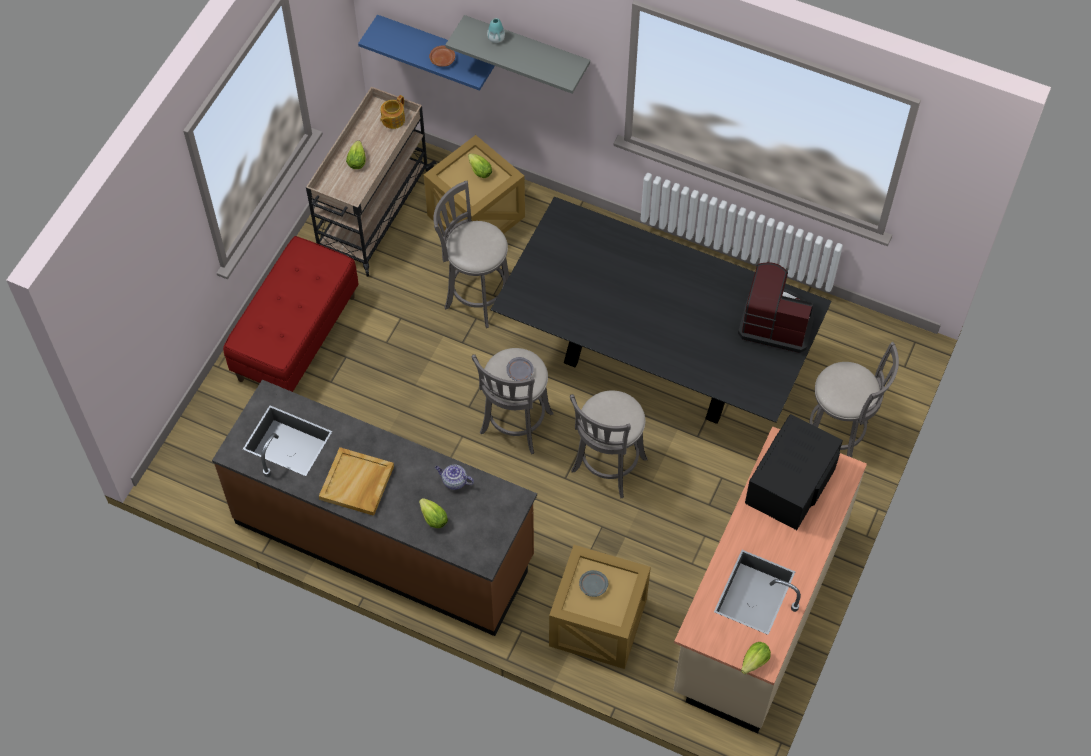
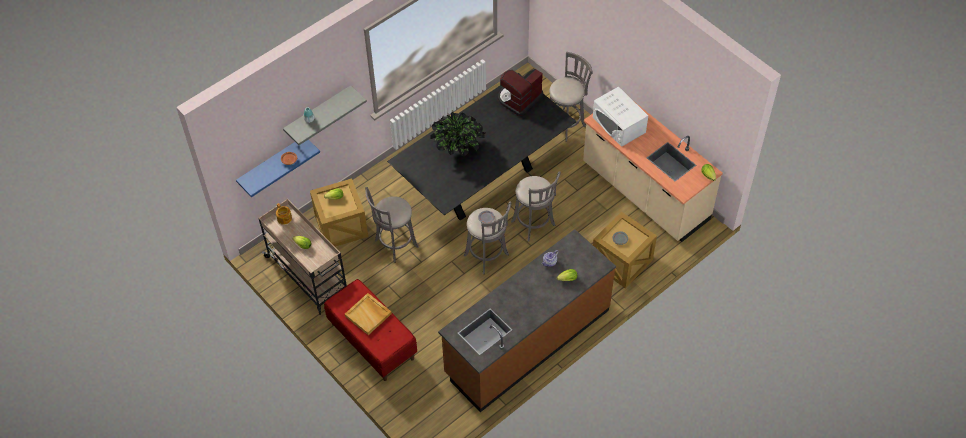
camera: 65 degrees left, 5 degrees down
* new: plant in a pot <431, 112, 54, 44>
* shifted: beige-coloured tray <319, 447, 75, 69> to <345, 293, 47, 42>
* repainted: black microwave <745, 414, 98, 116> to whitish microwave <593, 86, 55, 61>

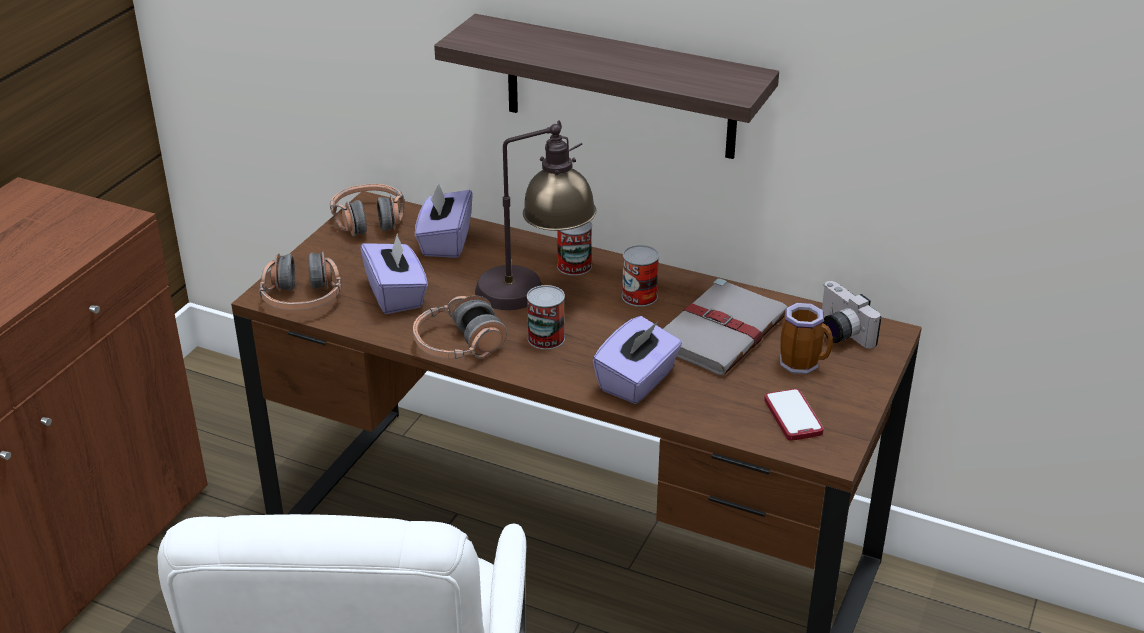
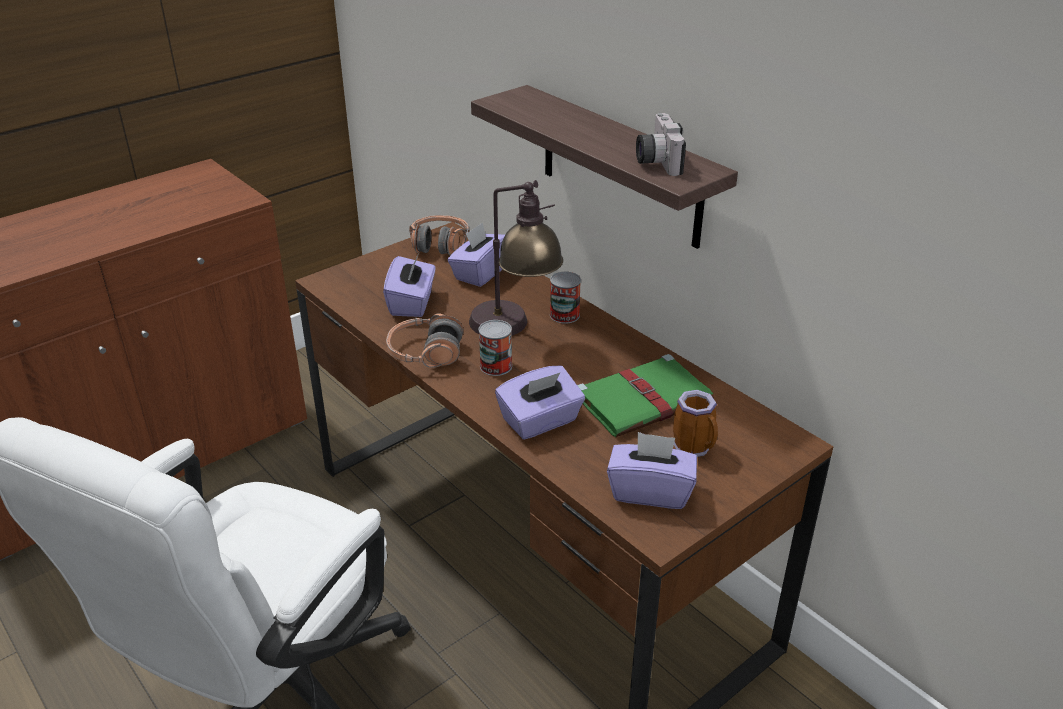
camera: 25 degrees right, 0 degrees up
* gone: headset <259, 251, 83, 59>
* gone: can <622, 245, 37, 62>
* shifted: photo camera <822, 281, 60, 68> to <636, 113, 50, 63>
* swapped: telephone <764, 389, 60, 52> to purple tissue holder <607, 432, 90, 77>
* repainted: gray book <663, 278, 125, 97> to greenish book <577, 354, 137, 83>

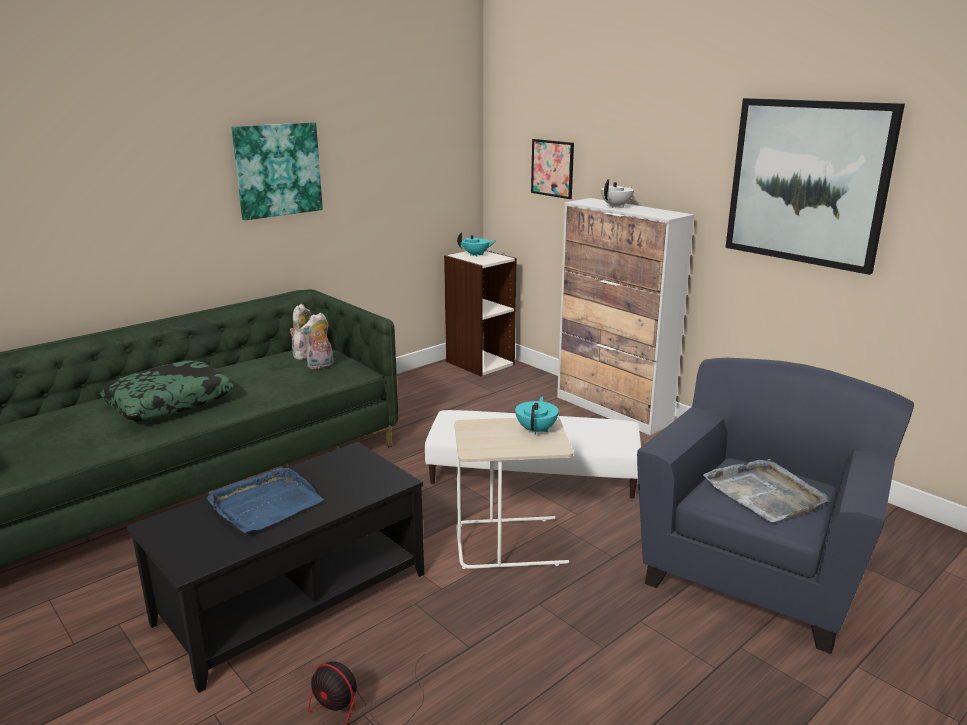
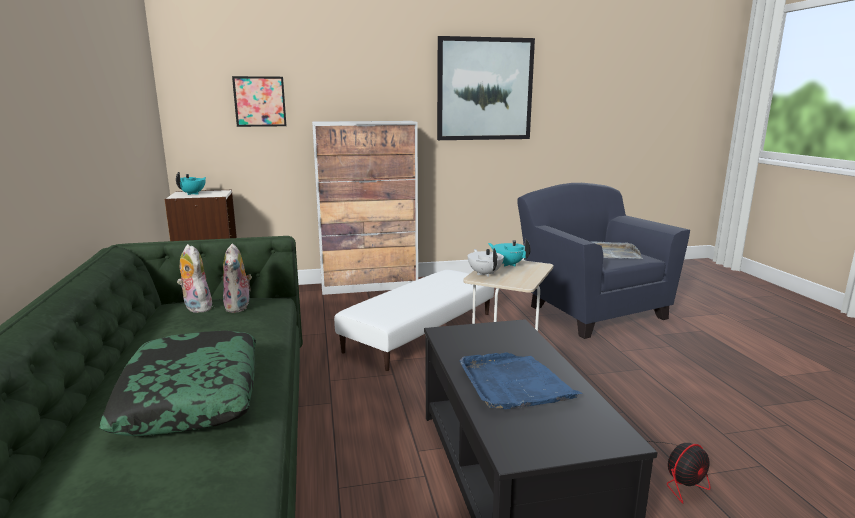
camera: 60 degrees left, 5 degrees down
* gone: picture <232, 122, 91, 98>
* shifted: whitish teapot <601, 179, 33, 29> to <468, 248, 36, 29>

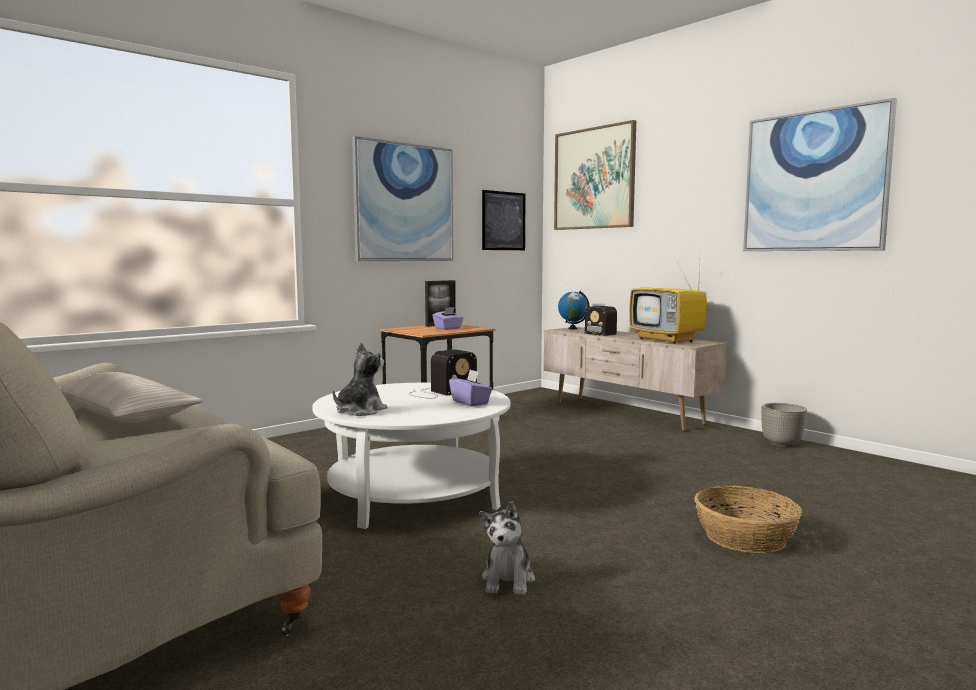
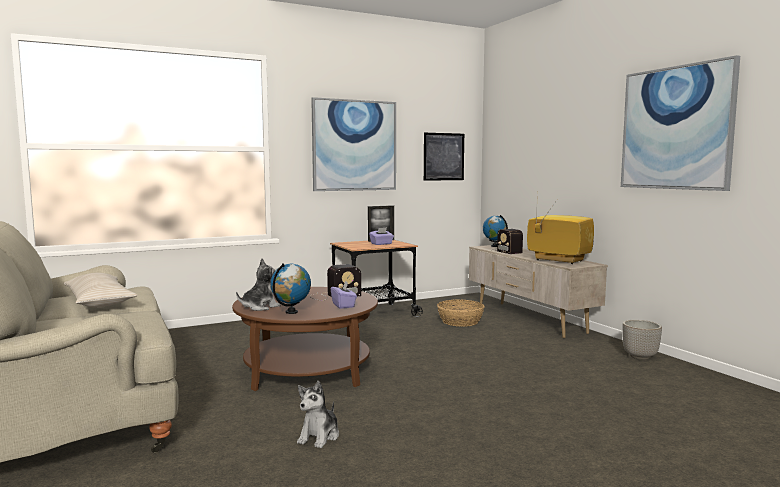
camera: 15 degrees right, 0 degrees up
* gone: picture <554, 120, 82, 110>
* new: desk globe <271, 263, 40, 51>
* shifted: household basket <694, 485, 108, 69> to <437, 299, 48, 28>
* repainted: whitish coffee table <312, 383, 199, 146> to brown coffee table <232, 287, 146, 104>
* rotated: TV set <629, 264, 78, 80> = <527, 187, 67, 77> 150 degrees clockwise

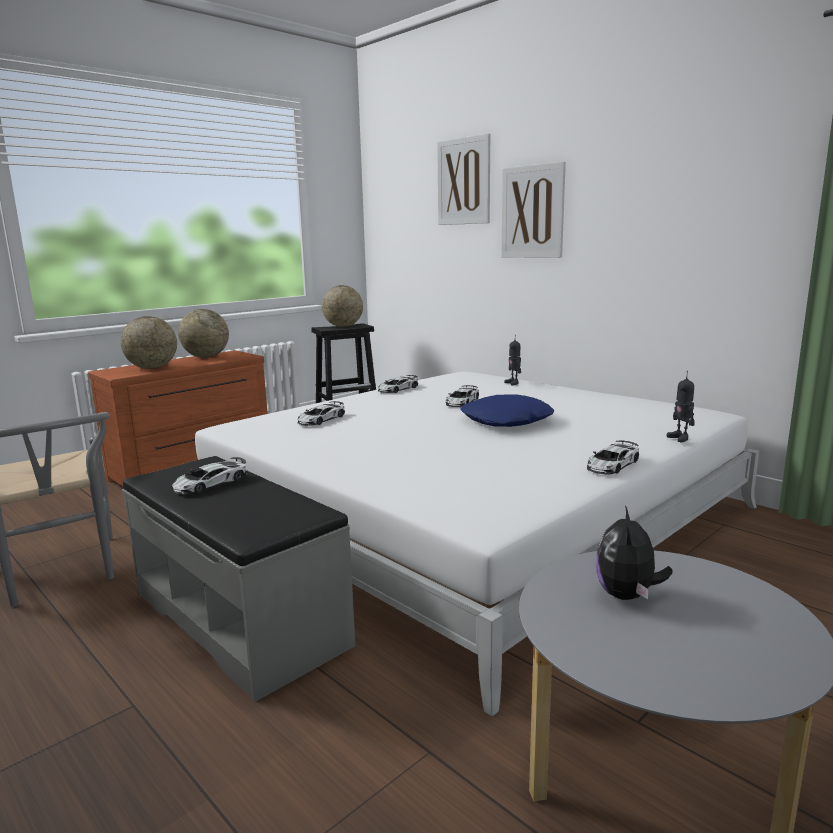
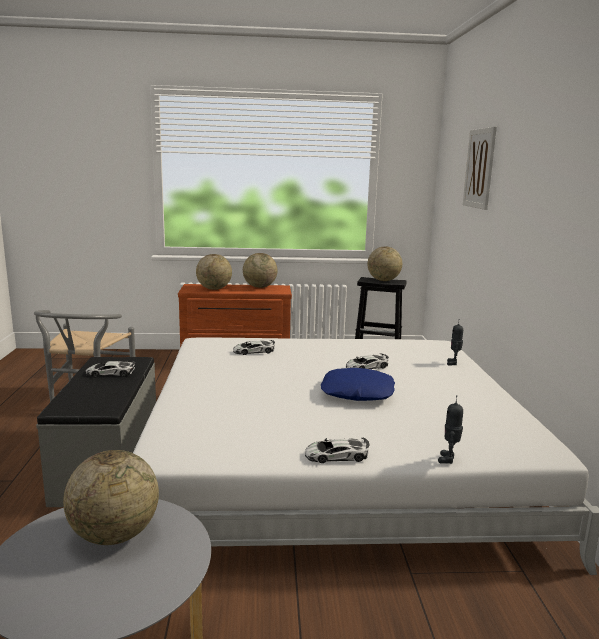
camera: 40 degrees right, 0 degrees up
* gone: model car <378, 375, 40, 18>
* gone: picture <502, 162, 64, 96>
* swapped: plush toy <595, 505, 78, 95> to desk globe <63, 450, 96, 95>

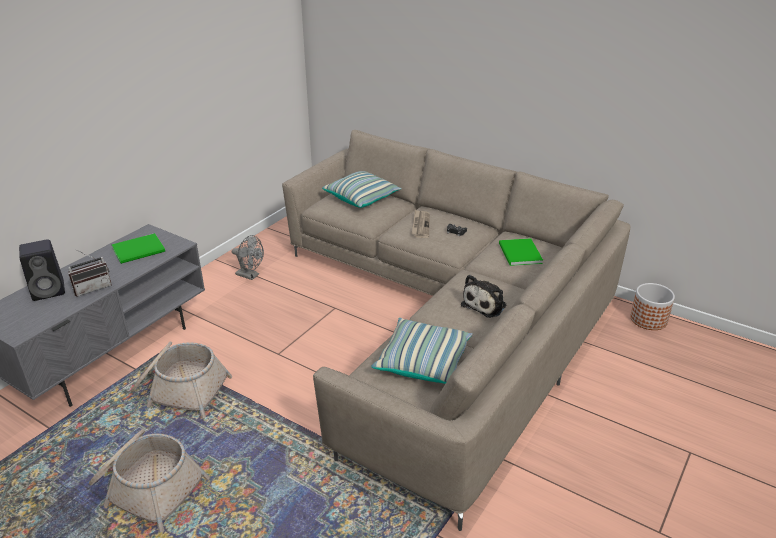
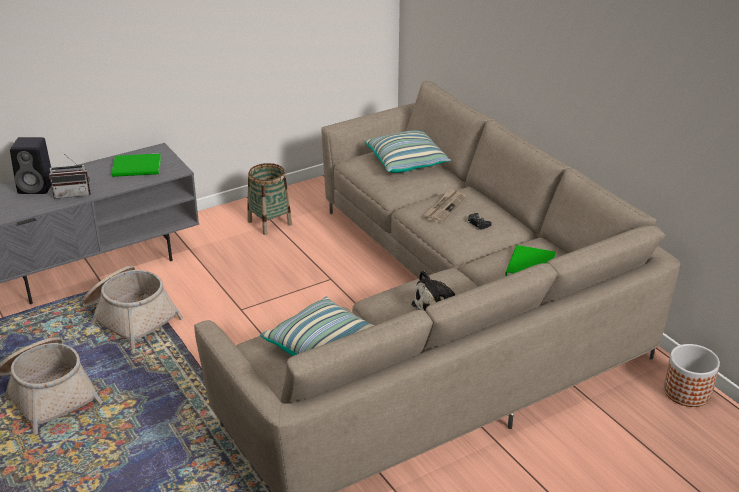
camera: 25 degrees right, 0 degrees up
* swapped: gray electric fan <232, 235, 32, 45> to household basket <247, 163, 45, 72>

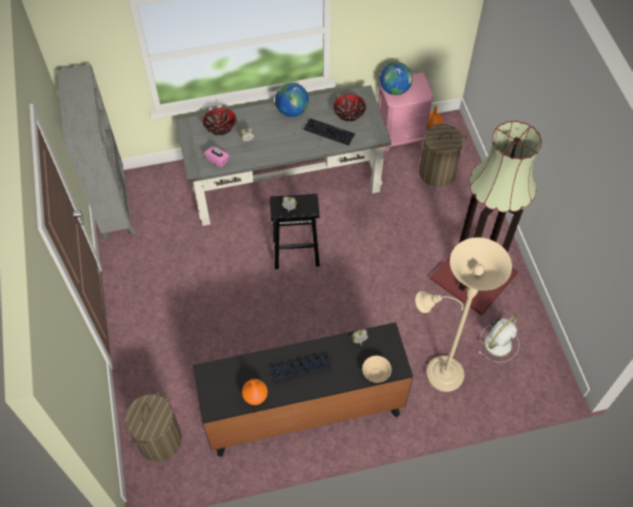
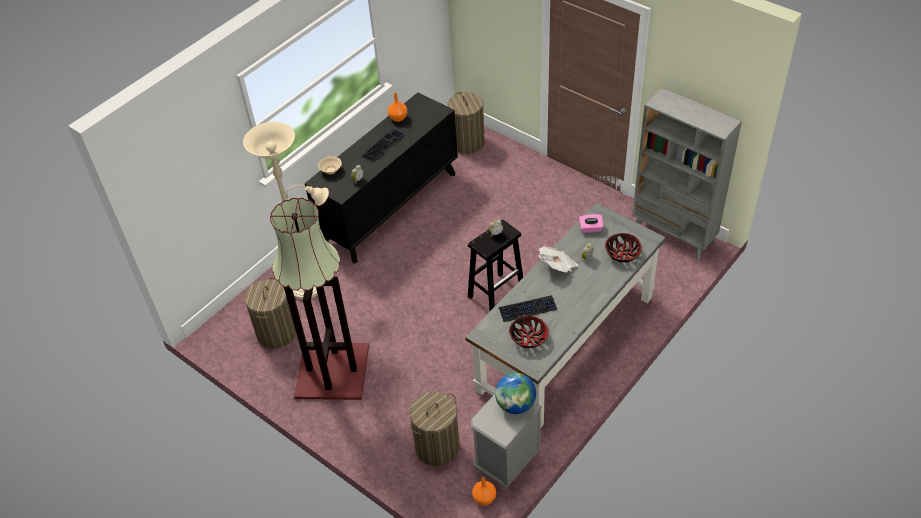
camera: 145 degrees right, 10 degrees down
* gone: desk globe <275, 83, 34, 34>
* new: daily paper <539, 246, 39, 27>
* swapped: whitish electric fan <479, 315, 40, 47> to laundry basket <244, 277, 52, 72>
* repainted: pinkish bedside table <378, 72, 56, 80> to gray bedside table <470, 394, 72, 97>

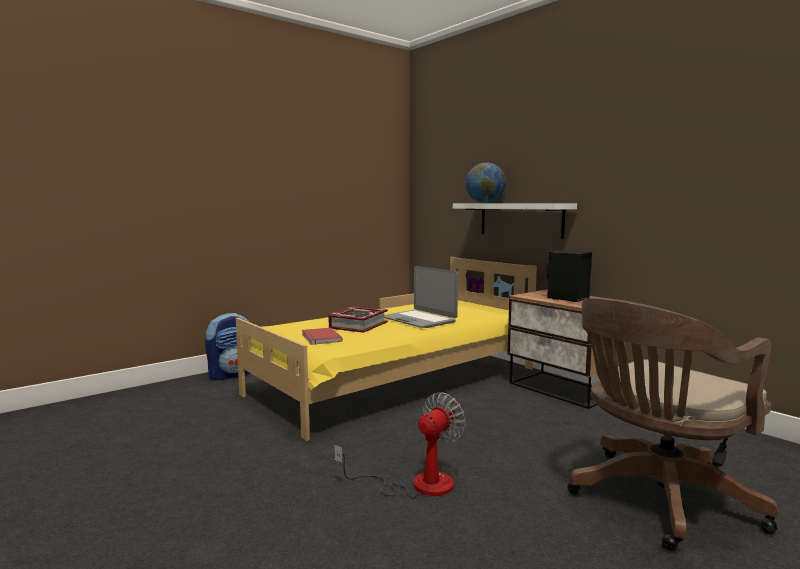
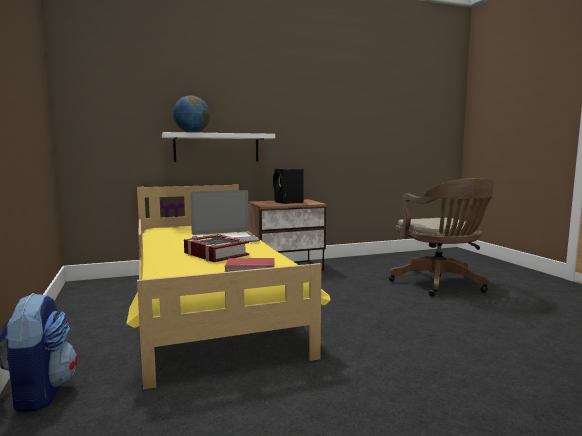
camera: 70 degrees left, 0 degrees up
* gone: electric fan <334, 392, 132, 105>

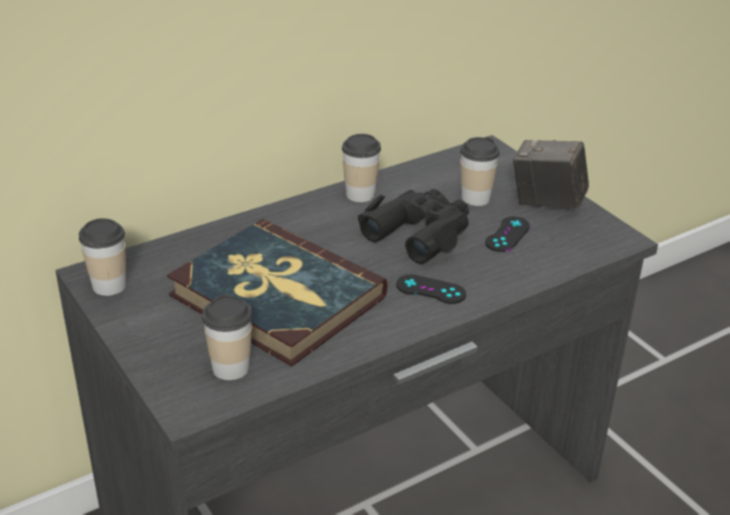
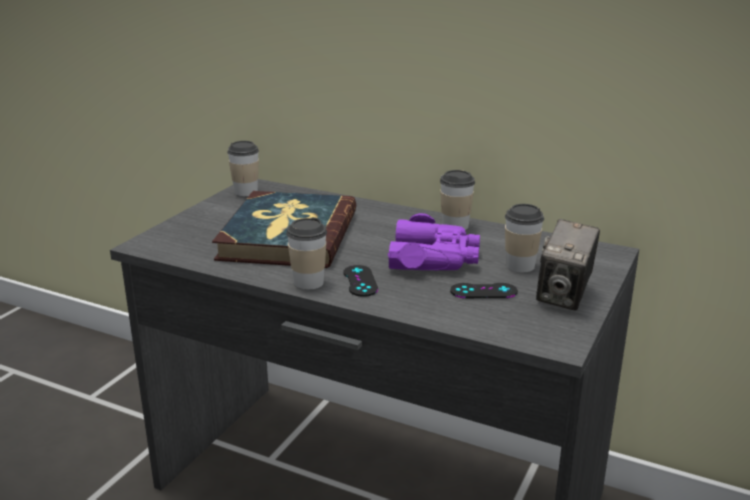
camera: 60 degrees right, 10 degrees down
* shifted: cup <202, 294, 50, 86> to <286, 217, 41, 73>
* repainted: black pair of binoculars <357, 189, 112, 75> to purple pair of binoculars <388, 213, 92, 57>
* rotated: photo camera <513, 140, 76, 69> = <536, 219, 64, 92> 150 degrees counterclockwise

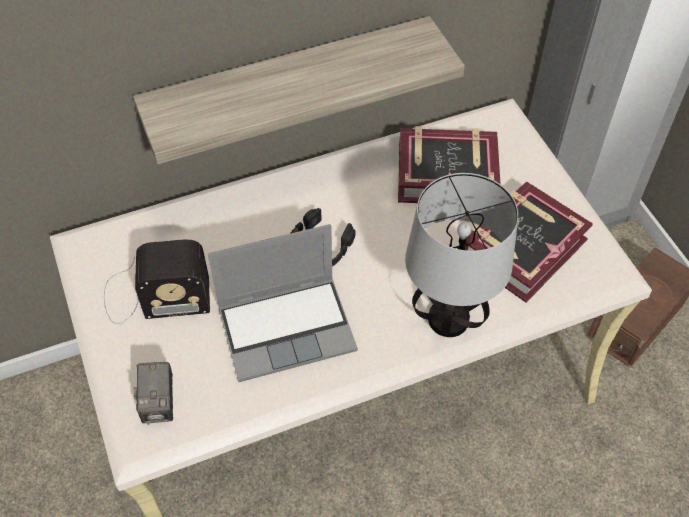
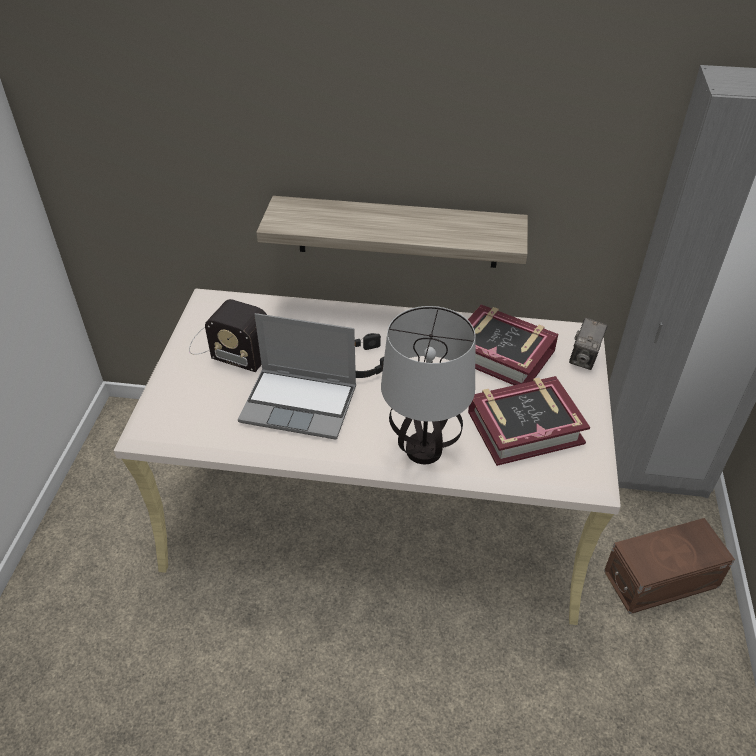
camera: 30 degrees right, 10 degrees down
* shifted: photo camera <134, 362, 39, 63> to <569, 318, 38, 52>

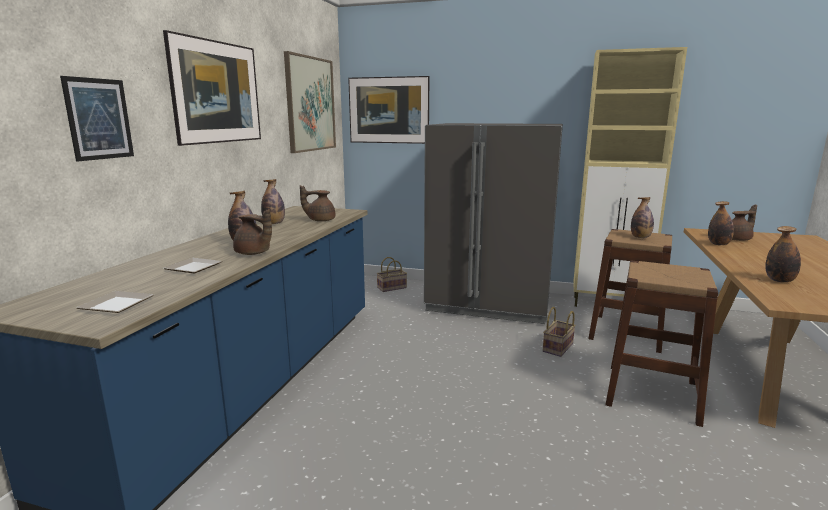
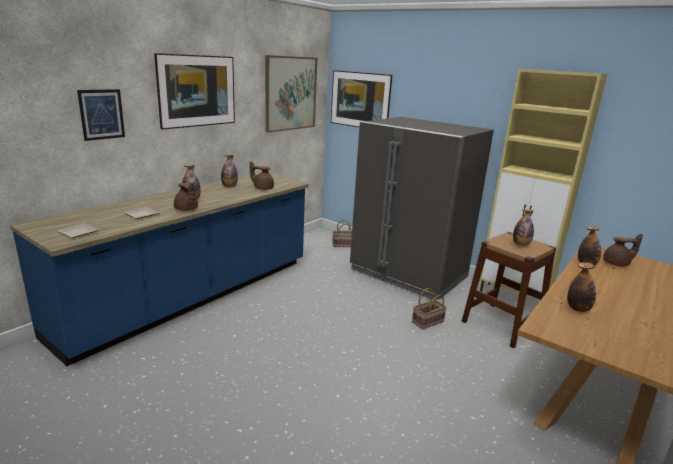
camera: 20 degrees right, 5 degrees up
* gone: brown sitting stool <605, 260, 113, 167>

